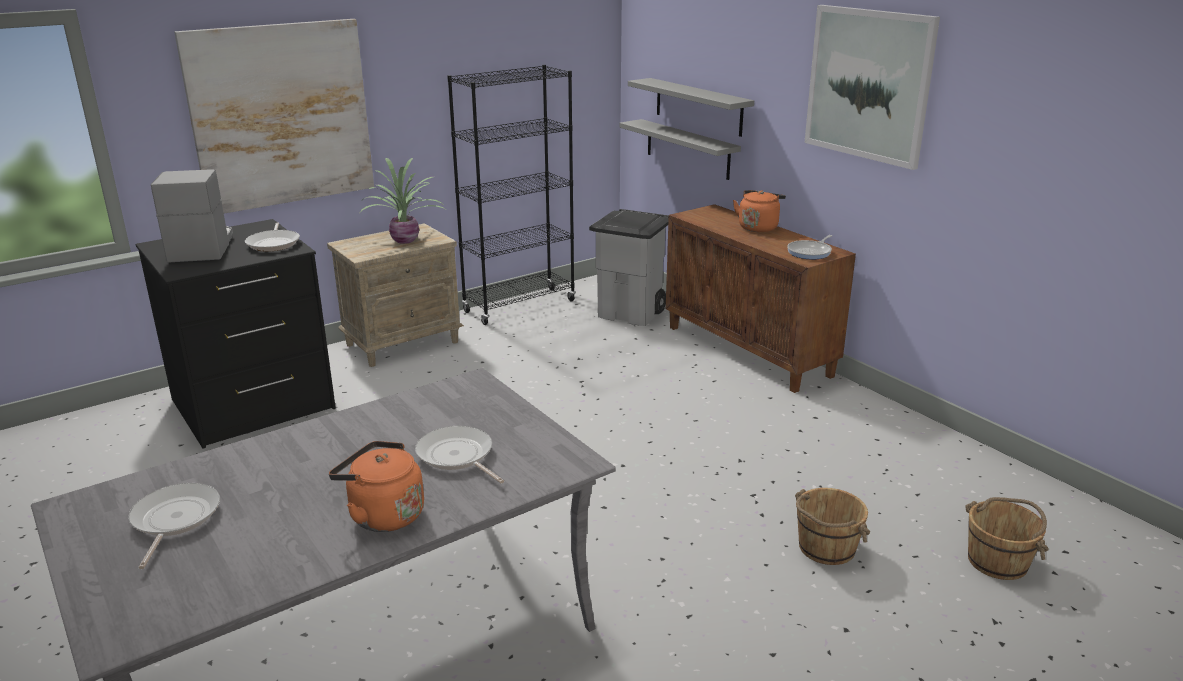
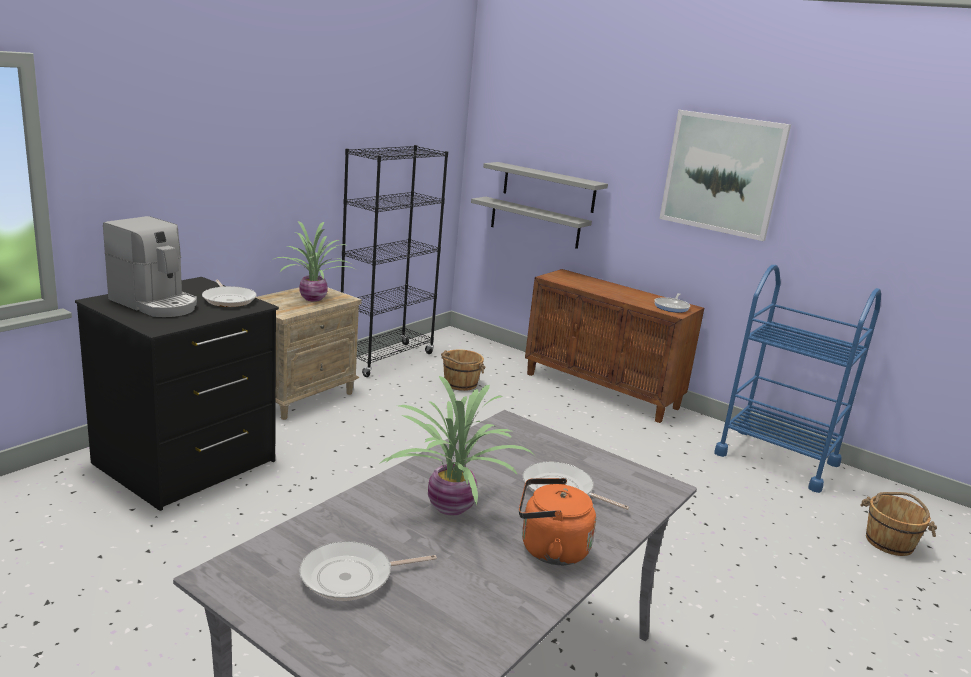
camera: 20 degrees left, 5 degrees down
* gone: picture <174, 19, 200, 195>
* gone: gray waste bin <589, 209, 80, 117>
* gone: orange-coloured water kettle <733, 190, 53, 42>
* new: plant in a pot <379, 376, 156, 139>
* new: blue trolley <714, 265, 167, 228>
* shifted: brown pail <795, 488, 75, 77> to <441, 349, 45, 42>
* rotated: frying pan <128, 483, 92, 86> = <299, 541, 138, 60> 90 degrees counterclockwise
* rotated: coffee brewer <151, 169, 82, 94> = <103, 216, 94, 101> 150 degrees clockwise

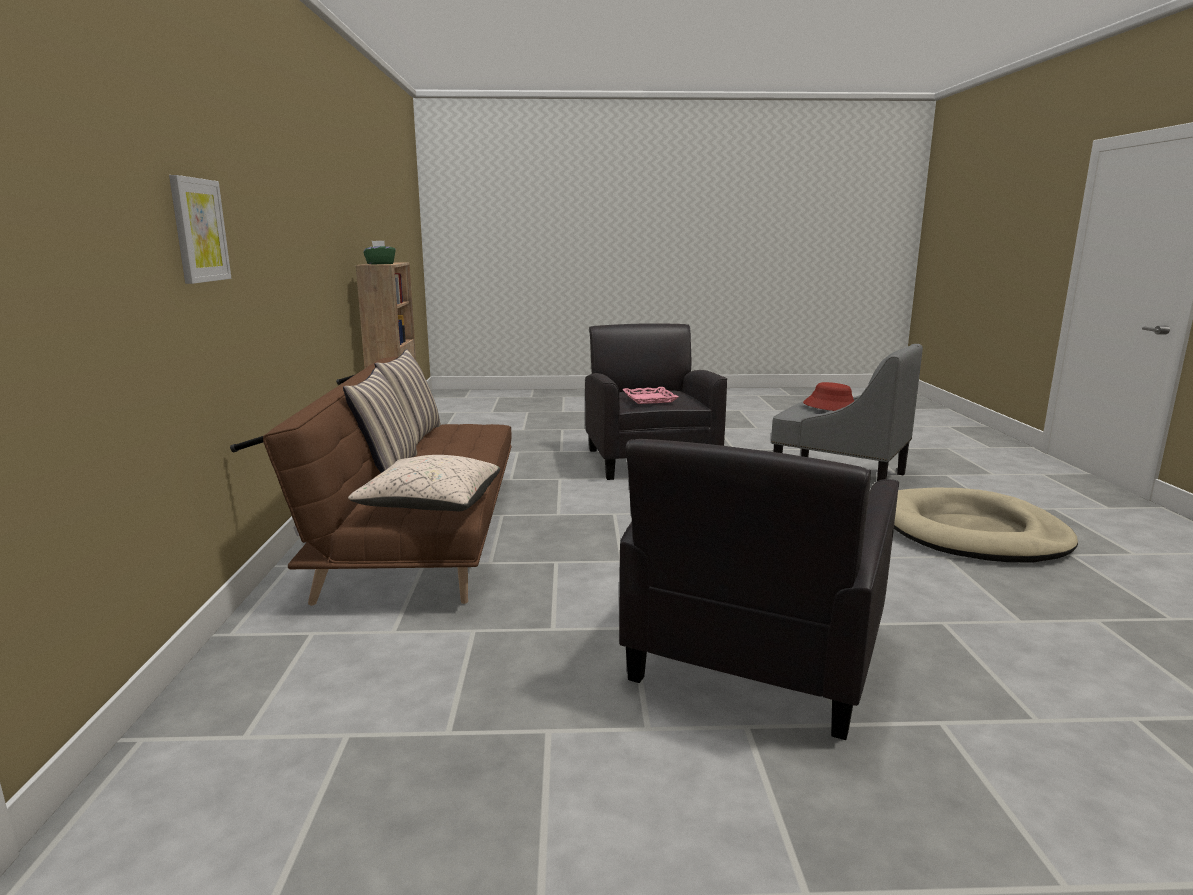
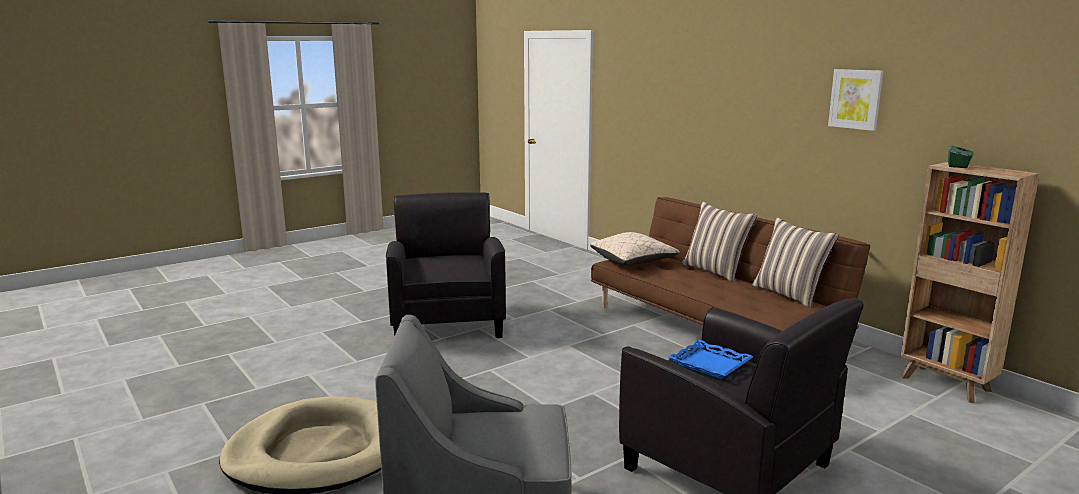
camera: 145 degrees right, 0 degrees up
* gone: red clothing hat <803, 382, 51, 29>
* shifted: picture <169, 175, 62, 109> to <828, 69, 55, 62>
* repainted: pinkish tray <622, 387, 56, 17> to blue tray <668, 339, 86, 40>

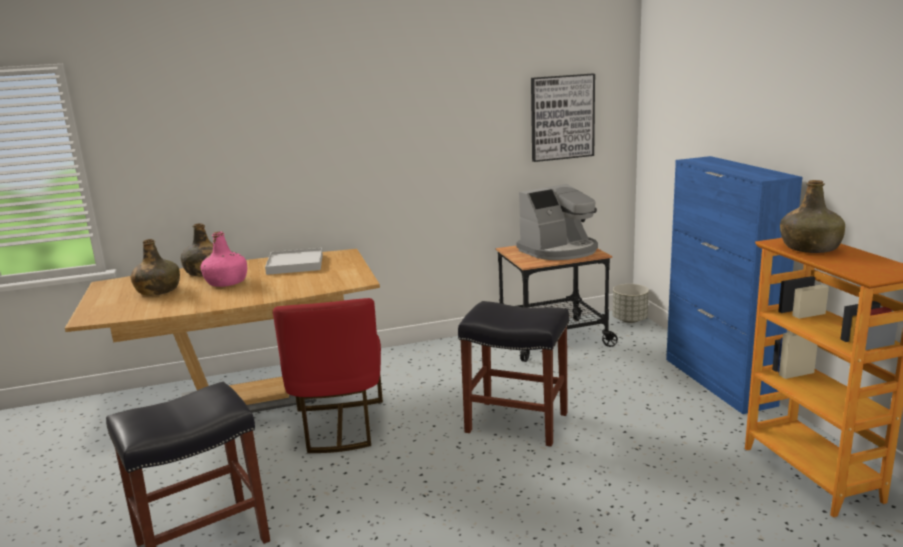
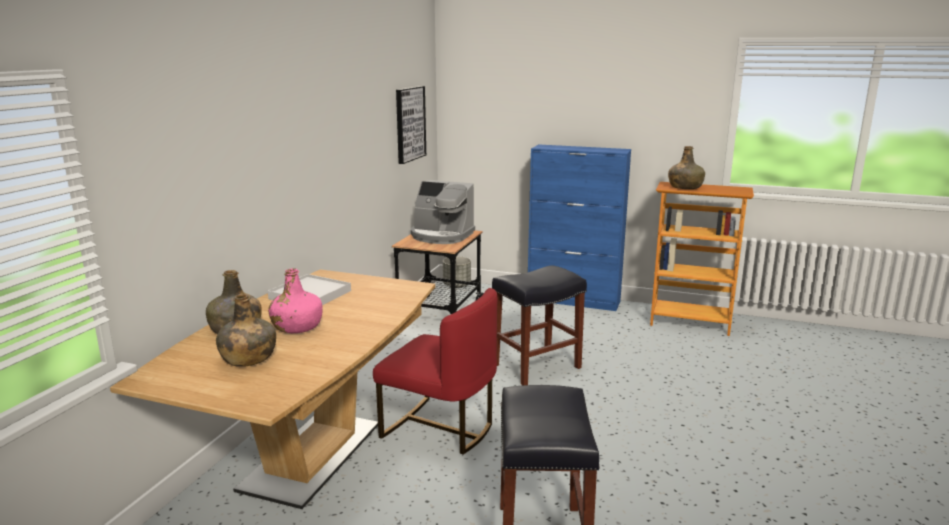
camera: 55 degrees left, 0 degrees up
* rotated: coffee brewer <517, 184, 81, 76> = <411, 180, 64, 64> 105 degrees clockwise

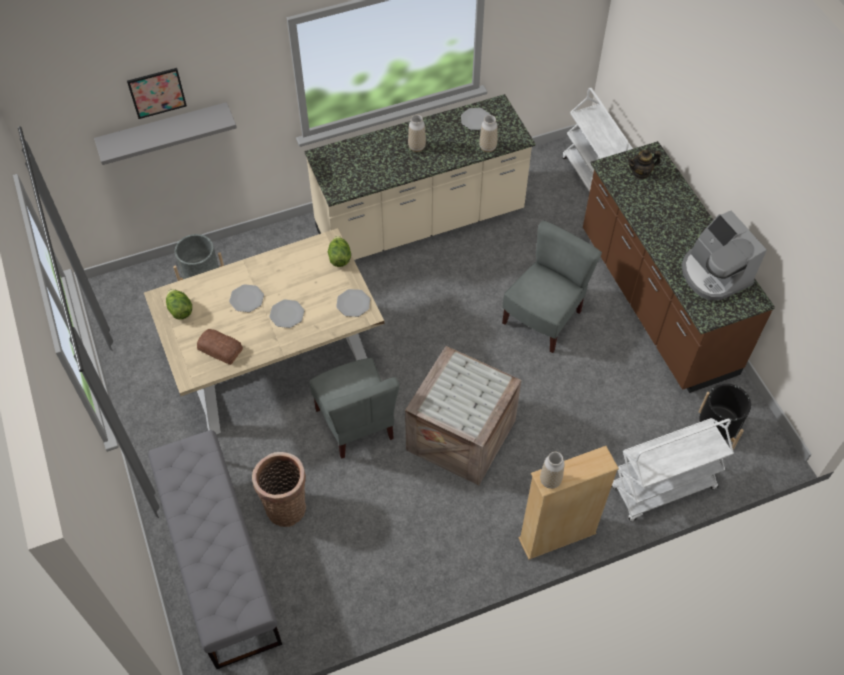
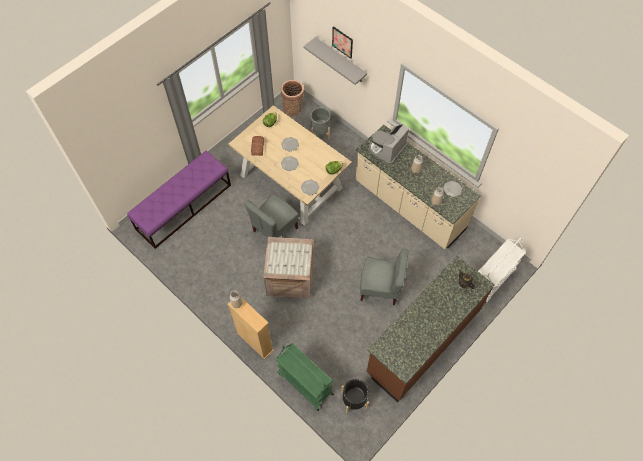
camera: 65 degrees right, 5 degrees up
* shifted: household basket <252, 452, 54, 75> to <281, 80, 23, 37>
* shifted: coffee brewer <682, 211, 85, 89> to <369, 124, 40, 41>
* repainted: gray bench <148, 430, 134, 239> to purple bench <127, 151, 104, 98>
* repainted: whitish trolley <612, 418, 122, 104> to greenish trolley <276, 343, 58, 68>

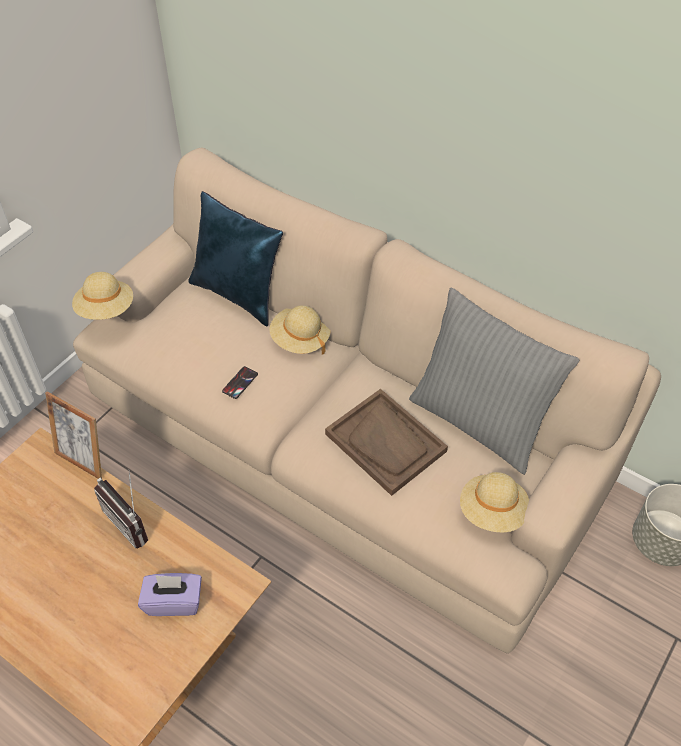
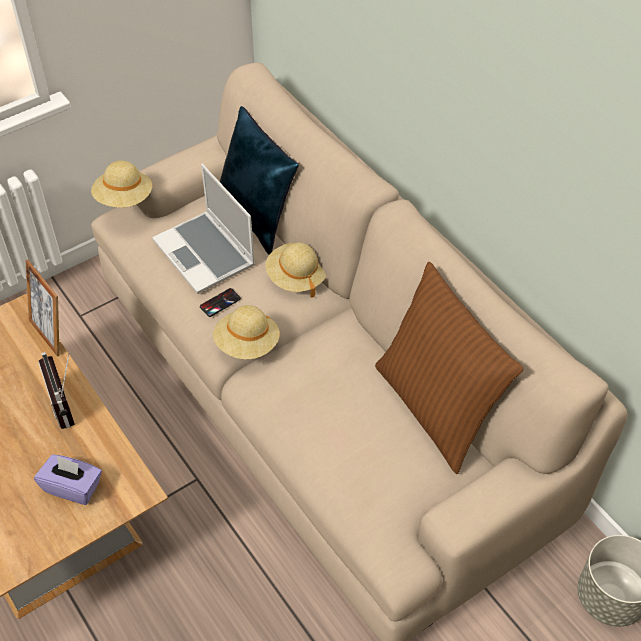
camera: 20 degrees right, 0 degrees up
* gone: brown tray <325, 389, 123, 107>
* new: laptop <152, 164, 103, 130>
* shifted: beige-coloured clothing hat <460, 472, 69, 60> to <213, 305, 67, 54>
* repainted: gray throw pillow <409, 288, 170, 187> to brown throw pillow <375, 262, 148, 212>

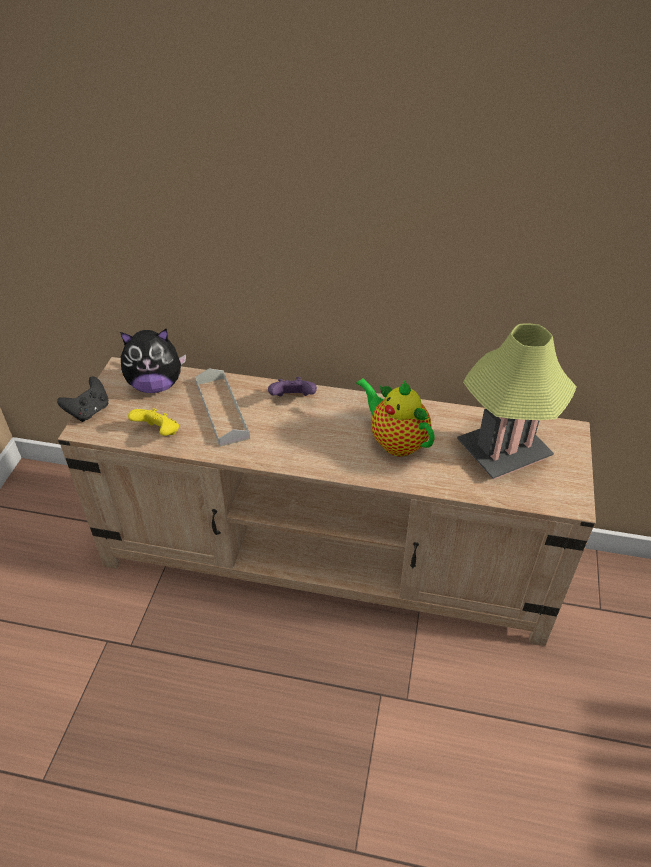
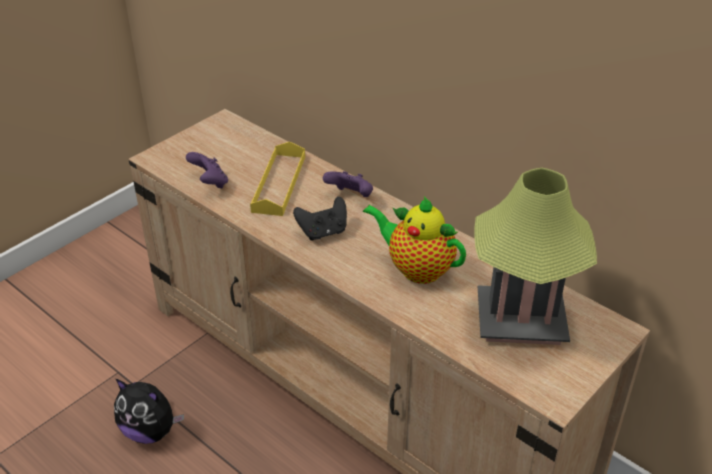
camera: 30 degrees right, 5 degrees down
* shifted: black gamepad <57, 377, 51, 45> to <293, 196, 54, 45>
* shifted: plush toy <120, 329, 66, 64> to <114, 379, 70, 65>
* repainted: yellow-coloured gamepad <128, 408, 51, 28> to purple gamepad <186, 152, 42, 37>
* repainted: gray tray <195, 369, 55, 78> to yellow-coloured tray <250, 142, 55, 74>
* rotated: teapot <356, 378, 79, 79> = <363, 196, 103, 88> 45 degrees counterclockwise

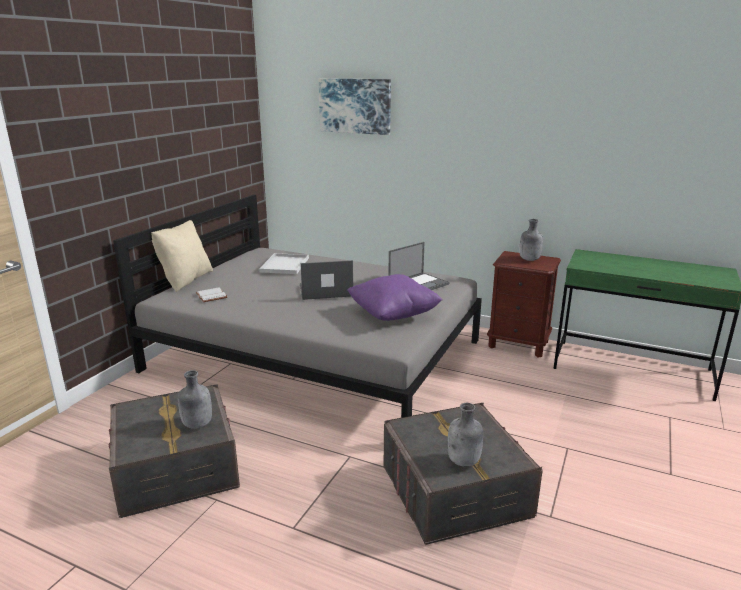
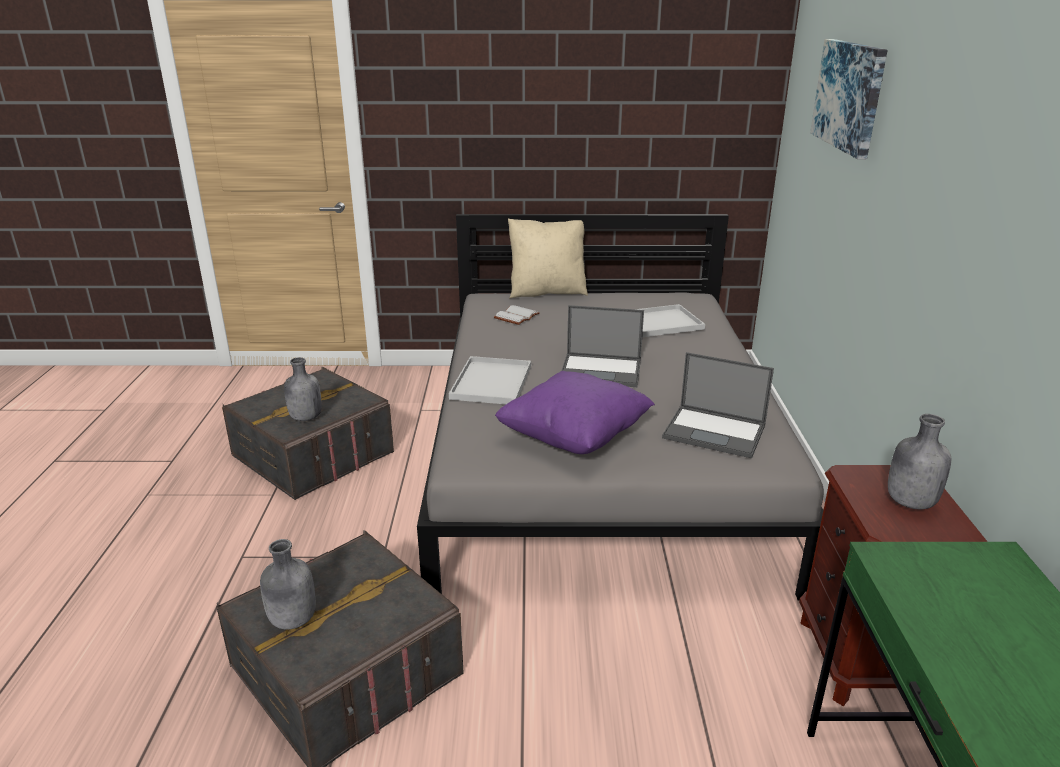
camera: 65 degrees right, 5 degrees up
* new: whitish tray <449, 356, 82, 48>
* rotated: laptop <300, 260, 53, 40> = <562, 305, 82, 82> 135 degrees clockwise

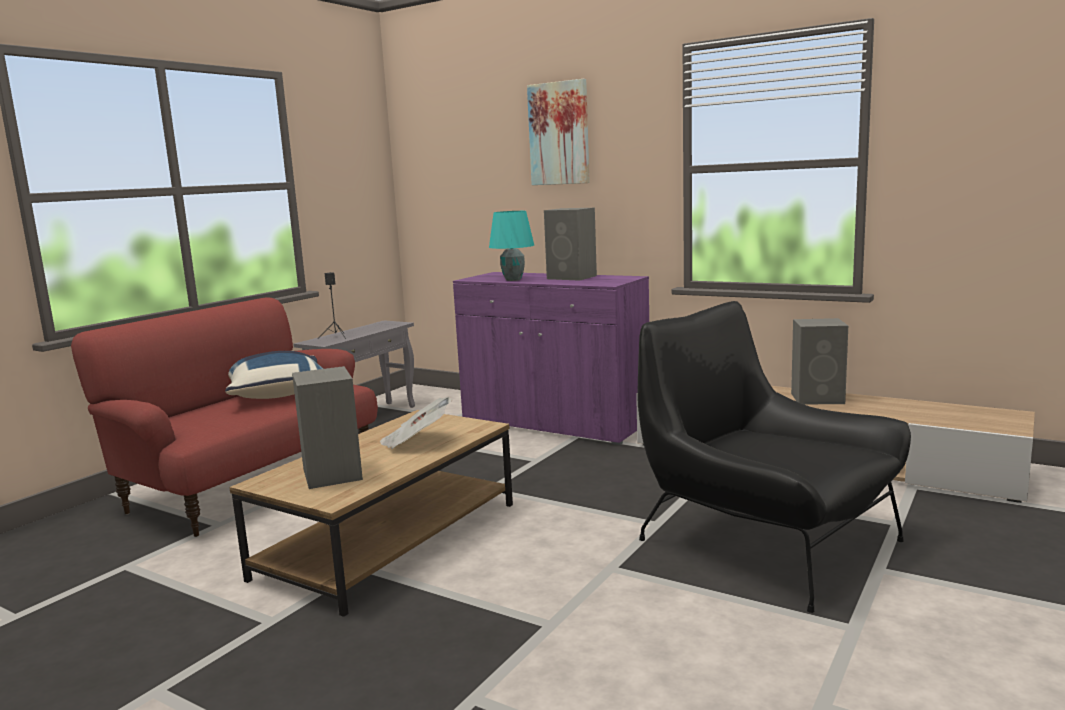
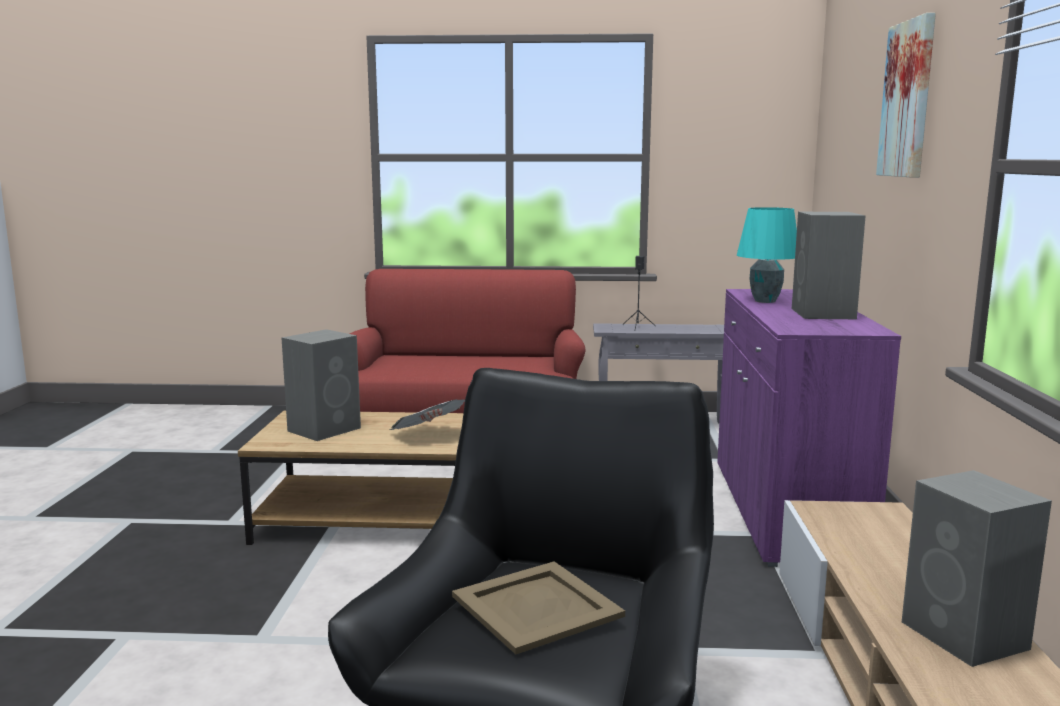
camera: 60 degrees right, 0 degrees up
* gone: blue throw pillow <225, 351, 98, 48>
* new: beige-coloured tray <452, 561, 173, 94>

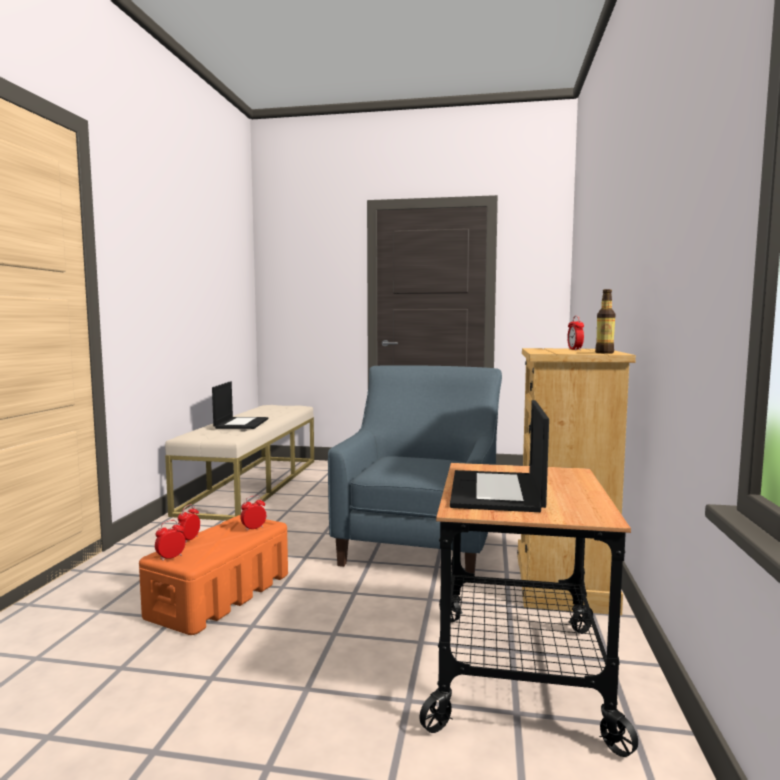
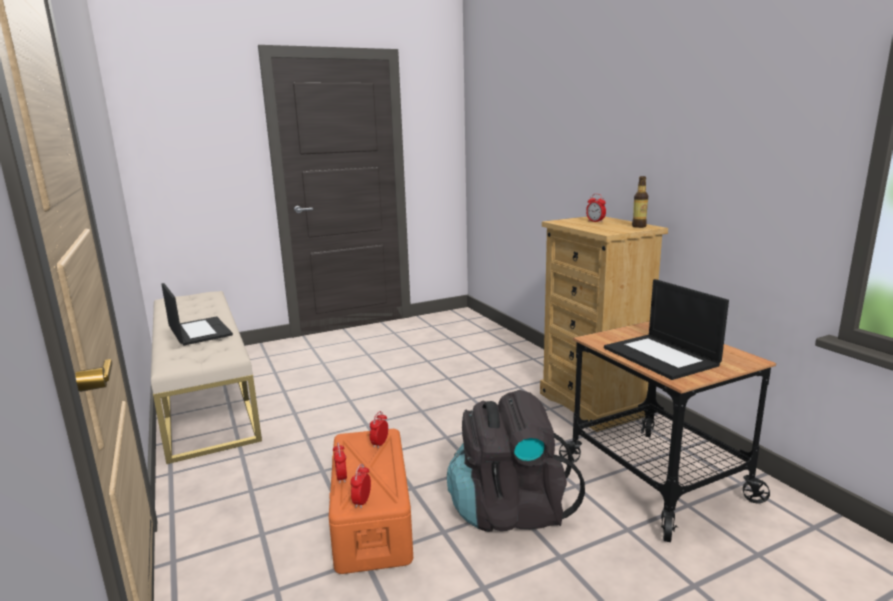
camera: 35 degrees left, 10 degrees up
* gone: blue armchair <328, 365, 174, 209>
* new: black backpack <447, 390, 138, 142>

